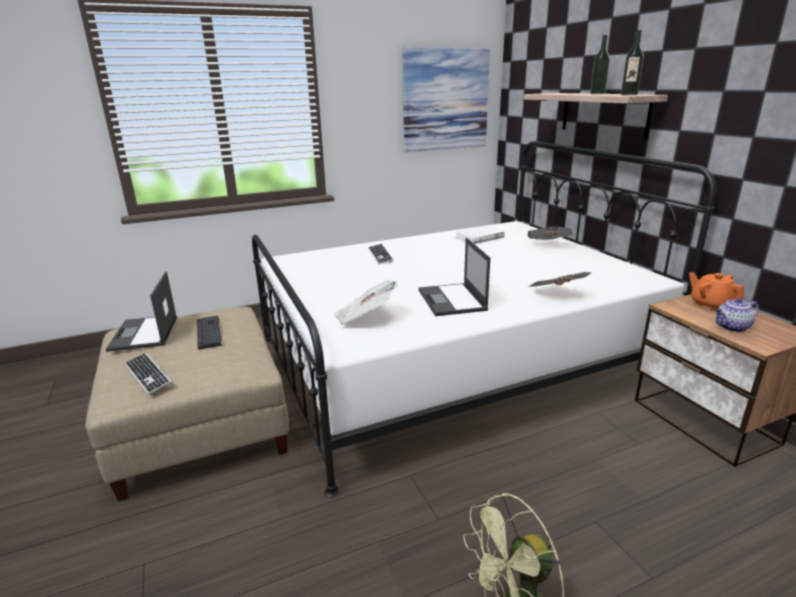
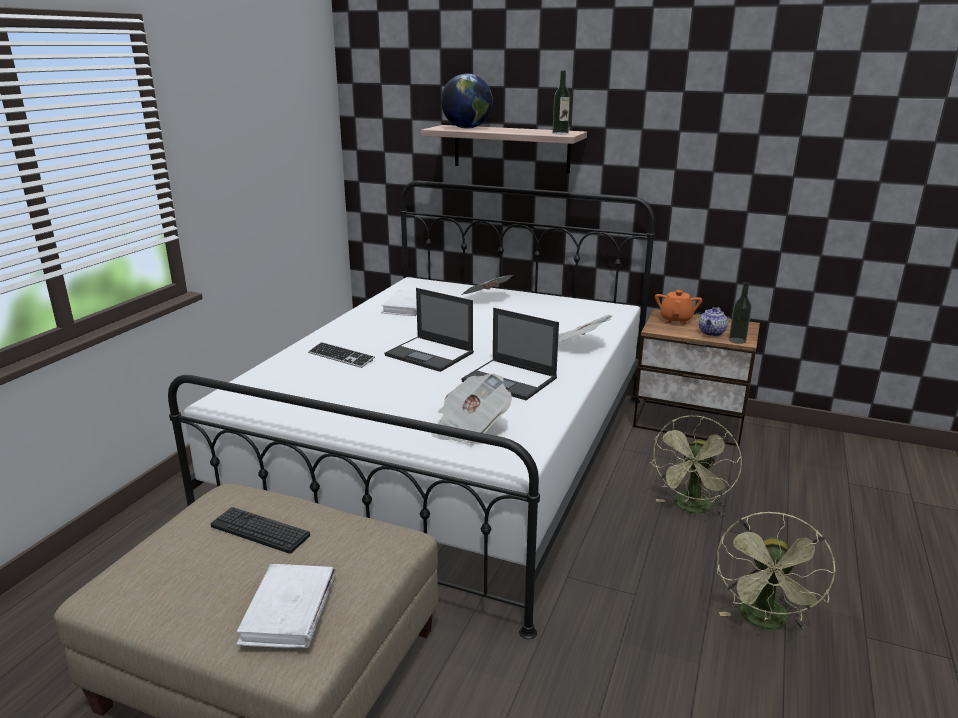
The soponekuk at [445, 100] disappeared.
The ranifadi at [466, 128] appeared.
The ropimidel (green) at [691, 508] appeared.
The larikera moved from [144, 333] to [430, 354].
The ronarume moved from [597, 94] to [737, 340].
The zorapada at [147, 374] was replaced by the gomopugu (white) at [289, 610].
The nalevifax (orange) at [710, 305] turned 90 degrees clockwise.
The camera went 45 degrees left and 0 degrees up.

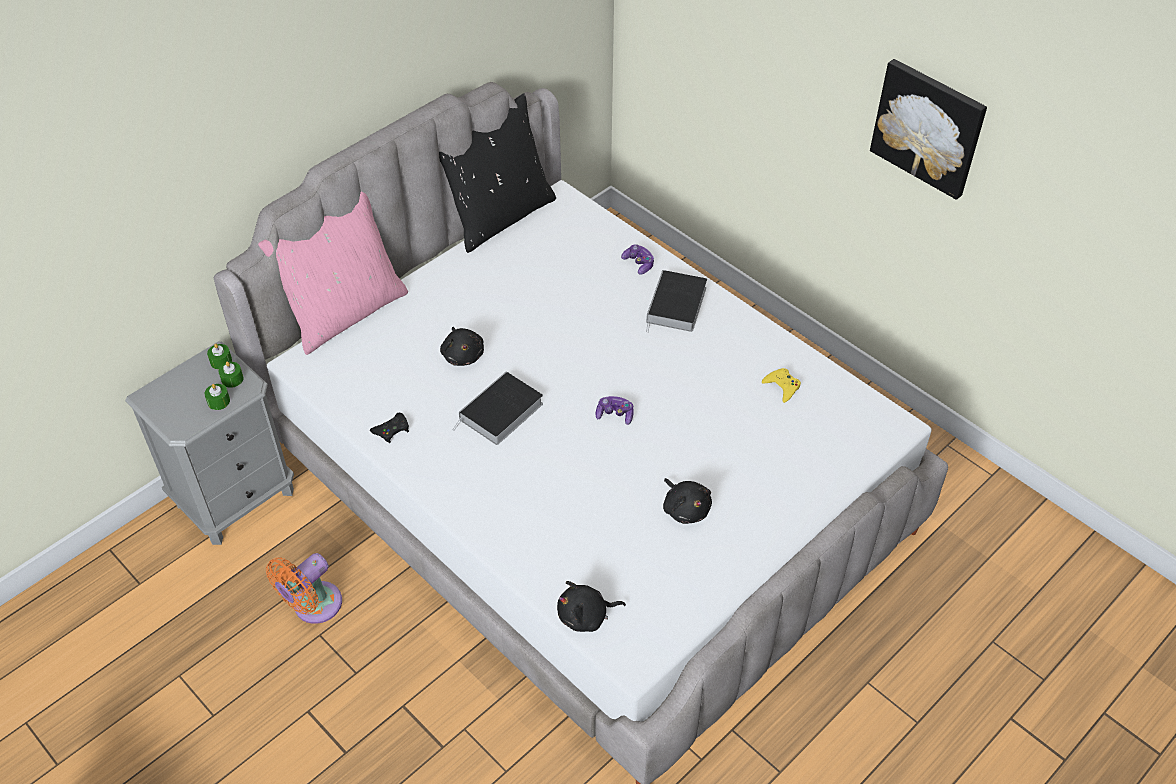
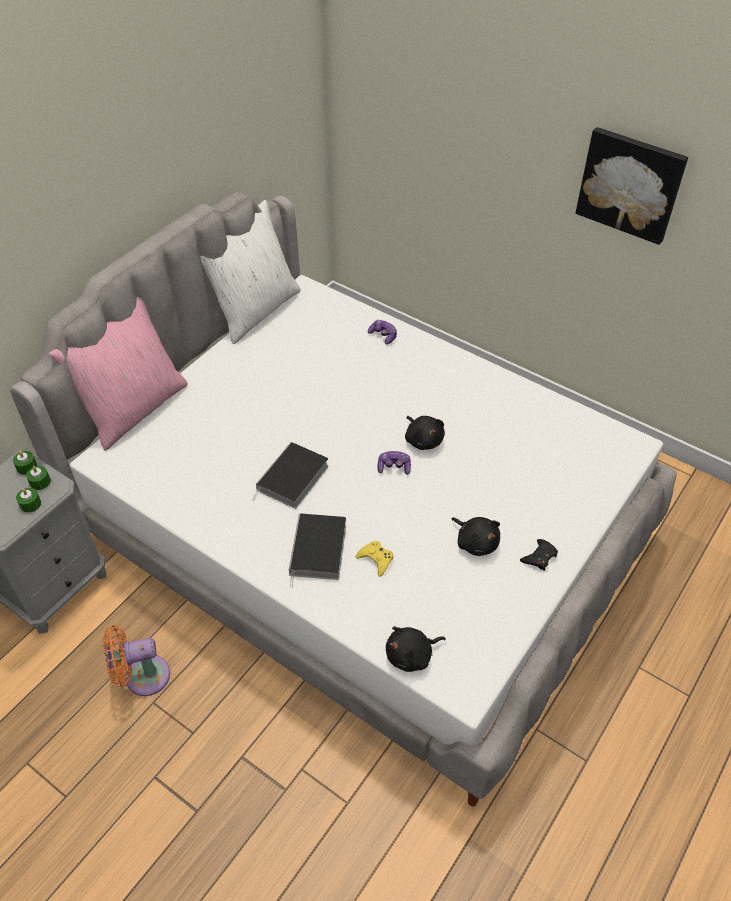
The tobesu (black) moved from [391, 430] to [539, 557].
The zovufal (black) moved from [463, 355] to [423, 439].
The gomopugu moved from [676, 306] to [318, 551].
The tobesu (yellow) moved from [782, 387] to [376, 559].
The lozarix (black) at [499, 216] became the lozarix (white) at [255, 310].
The ropimidel (orange) at [313, 606] turned 45 degrees clockwise.
The camera went 10 degrees left and 0 degrees up.

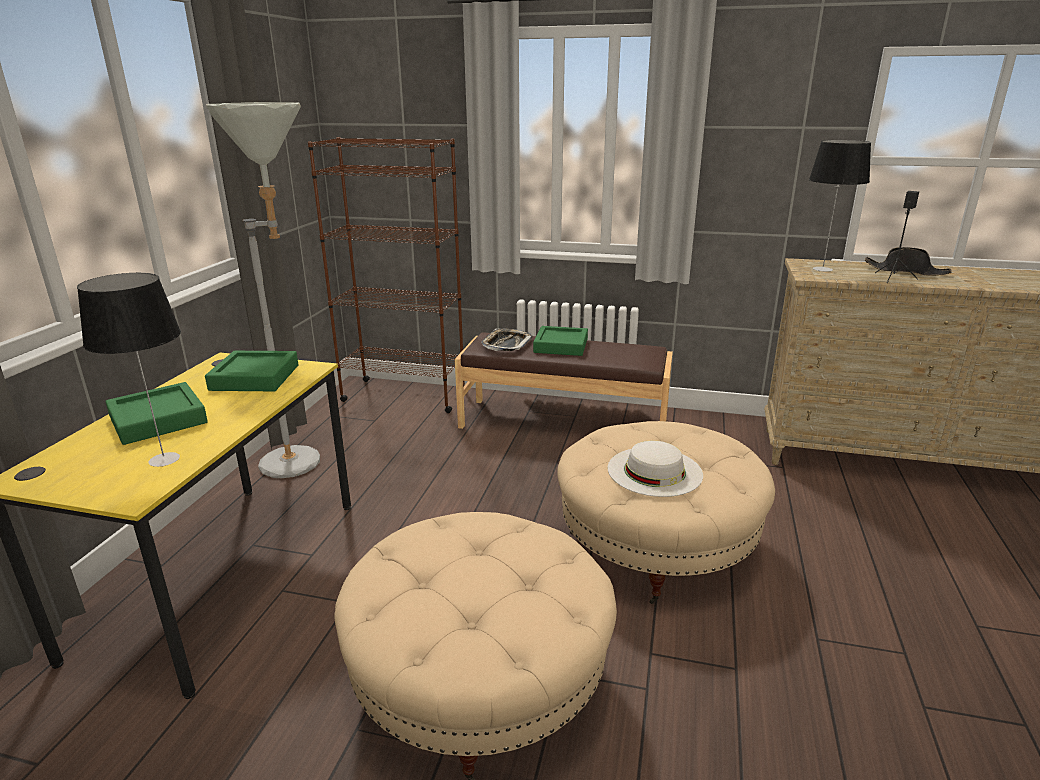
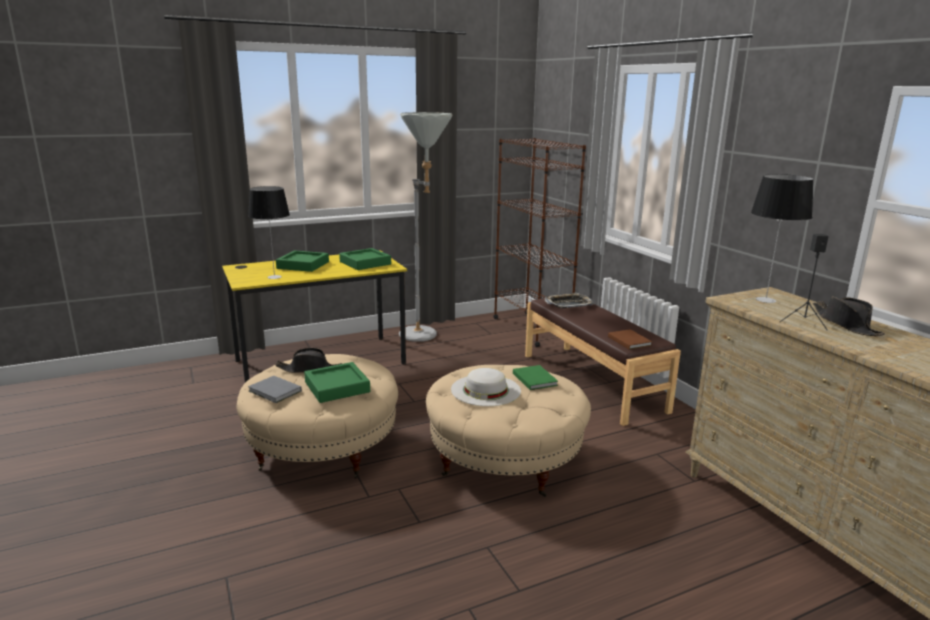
The gomopugu (grey) at [275, 392] appeared.
The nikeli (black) at [310, 369] appeared.
The gomopugu (green) at [534, 379] appeared.
The gomopugu (brown) at [629, 340] appeared.
The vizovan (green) moved from [561, 346] to [337, 387].
The camera went 50 degrees right and 5 degrees down.

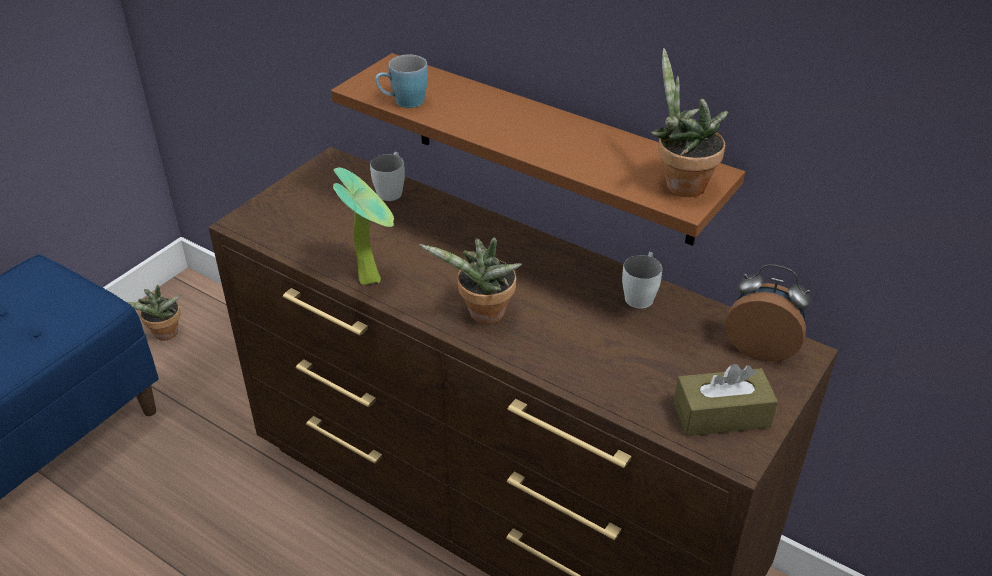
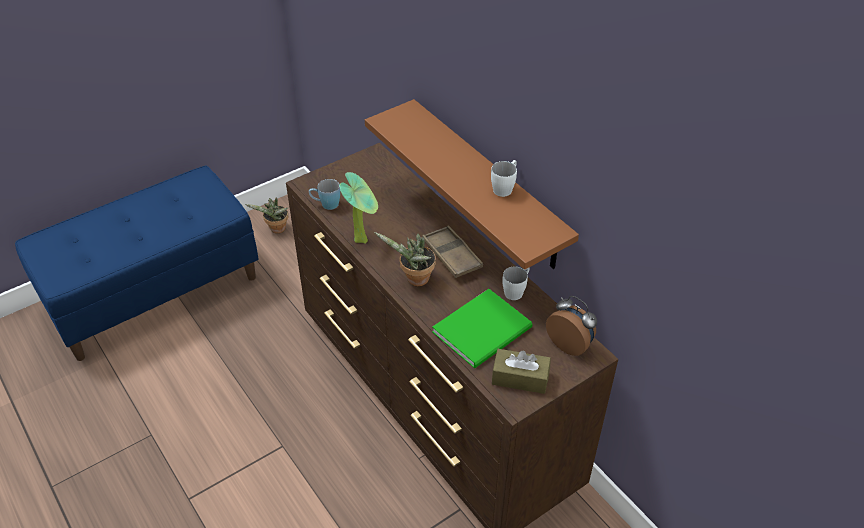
The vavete at [680, 184] disappeared.
The vizovan (brown) at [451, 255] appeared.
The gomopugu (green) at [485, 330] appeared.
The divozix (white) moved from [391, 190] to [505, 187].
The divozix (blue) moved from [403, 102] to [326, 204].
The camera went 20 degrees right and 5 degrees up.

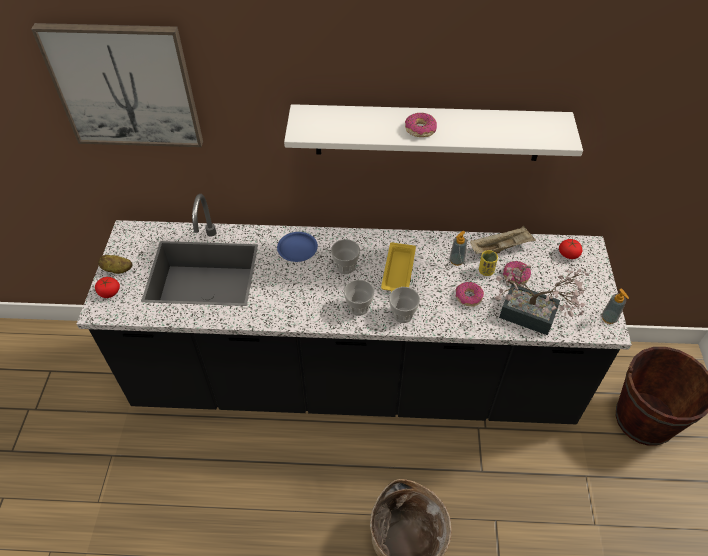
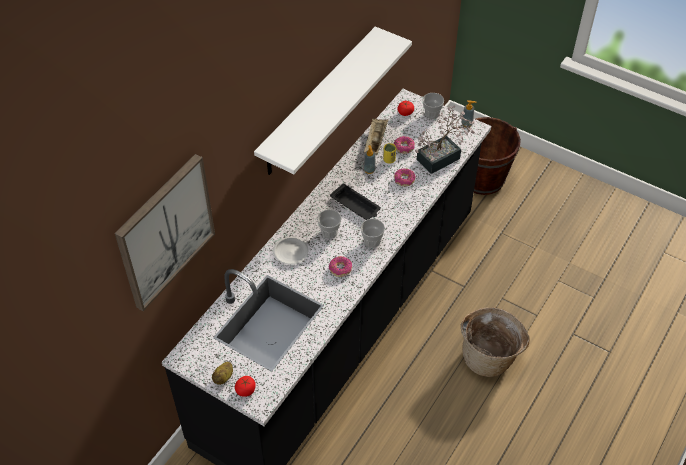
The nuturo moved from [402, 315] to [432, 114].
The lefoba moved from [420, 129] to [340, 269].
The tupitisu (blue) at [298, 249] became the tupitisu (white) at [291, 252].
The vizovan (yellow) at [398, 271] became the vizovan (black) at [356, 205].
The camera went 60 degrees left and 0 degrees up.

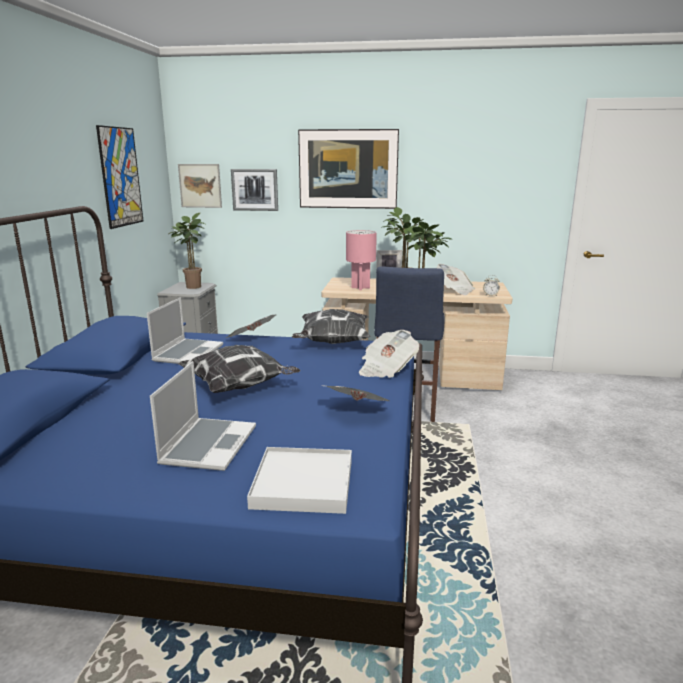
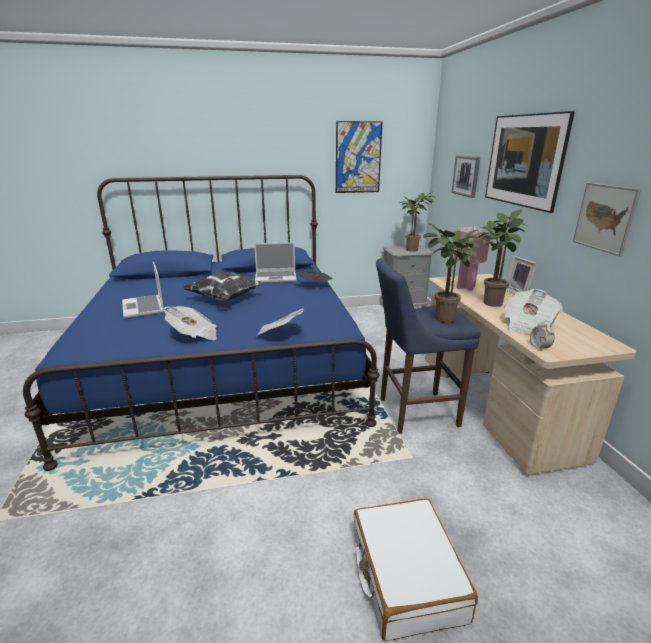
The vizovan (white) at [303, 483] disappeared.
The lozarix at [332, 343] disappeared.
The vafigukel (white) at [405, 576] appeared.
The soponekuk moved from [200, 185] to [605, 218].
The larikera at [208, 445] turned 75 degrees clockwise.
The camera went 70 degrees right and 5 degrees up.

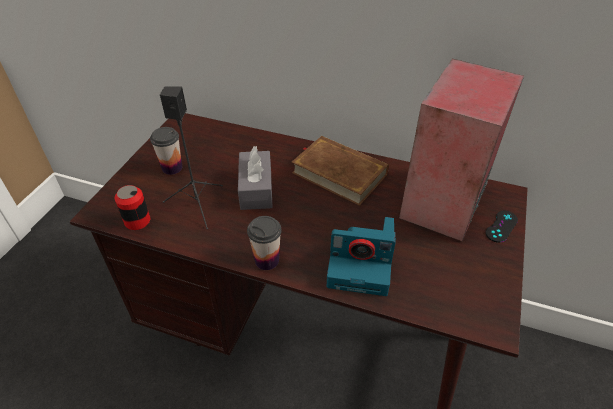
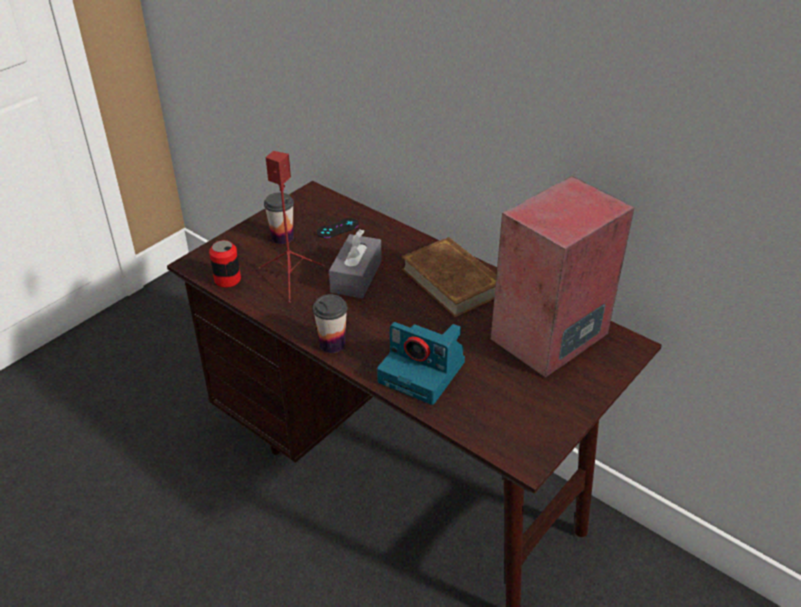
The tobesu (black) moved from [501, 226] to [337, 228].
The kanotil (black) at [198, 204] became the kanotil (red) at [291, 277].
The camera went 20 degrees right and 5 degrees down.

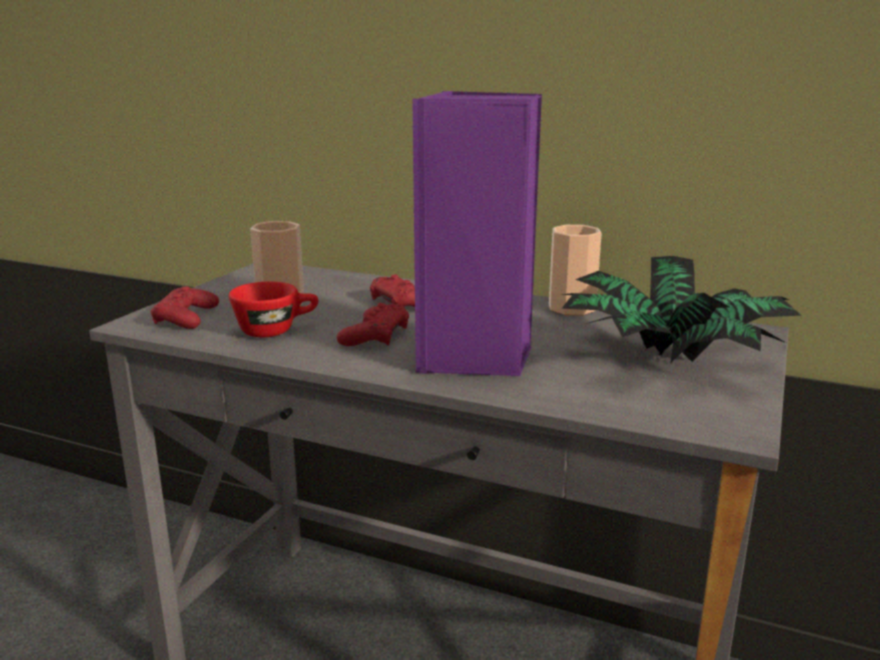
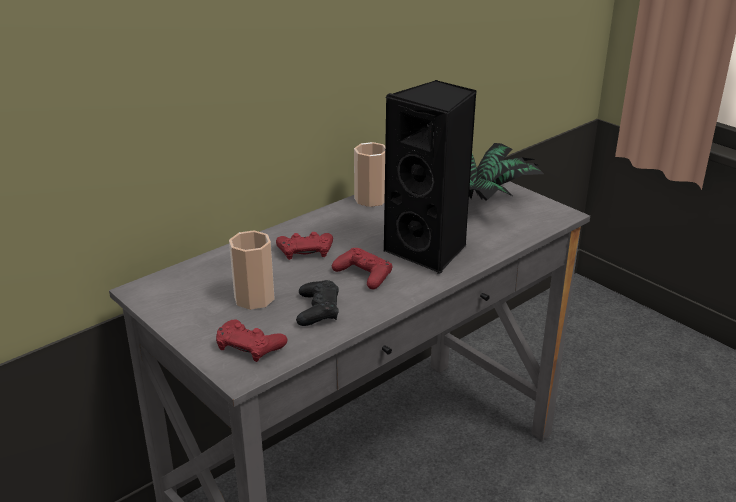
The nuturo (red) at [276, 330] was replaced by the tobesu (black) at [318, 310].
The kanotil (purple) at [475, 358] became the kanotil (black) at [429, 251].
The camera went 65 degrees left and 10 degrees up.

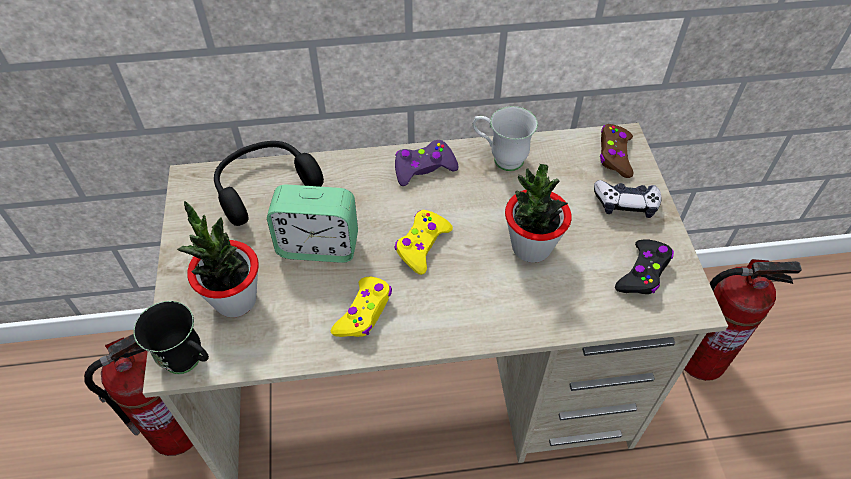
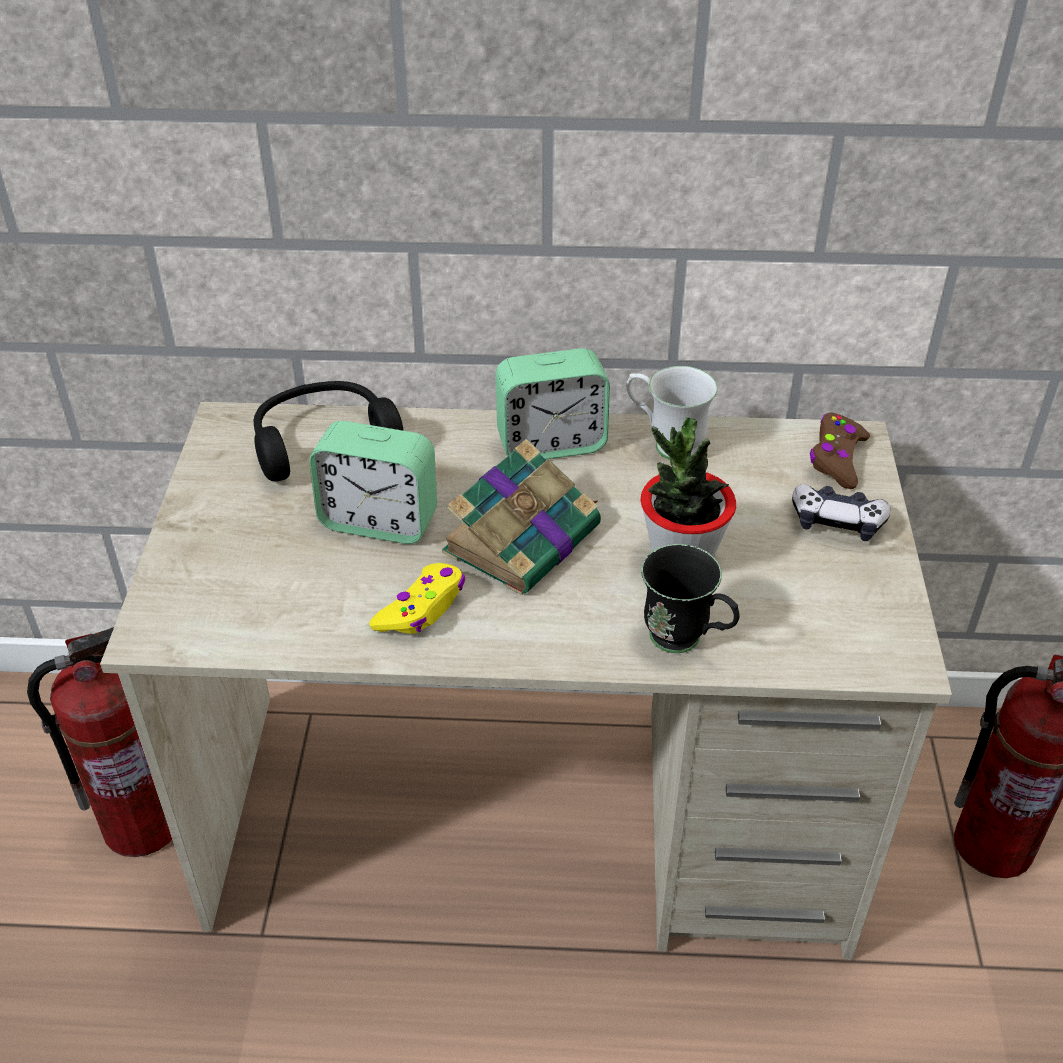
The vavete at [235, 300] disappeared.
The tobesu (black) at [643, 273] disappeared.
The divozix (black) moved from [190, 363] to [686, 642].
The tobesu (purple) at [423, 168] was replaced by the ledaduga at [551, 443].
The tobesu (yellow) at [422, 245] was replaced by the gomopugu at [524, 538].
The camera went 10 degrees right and 10 degrees down.

